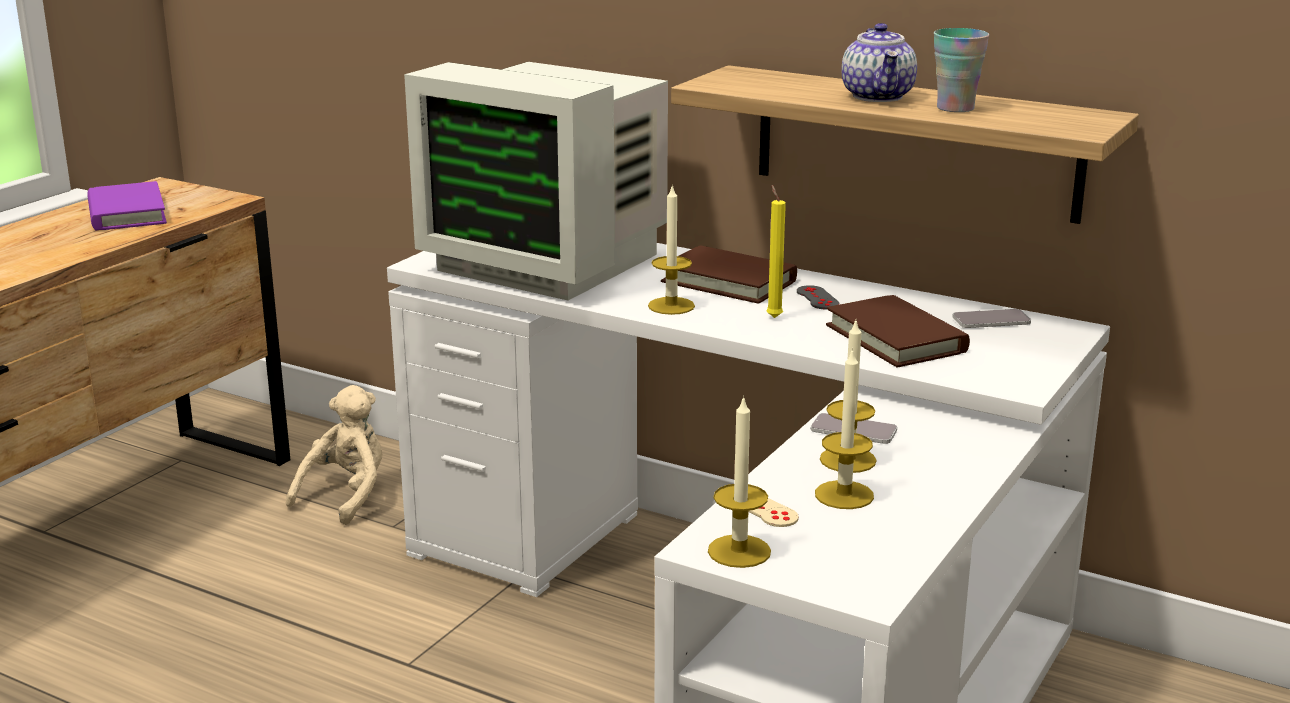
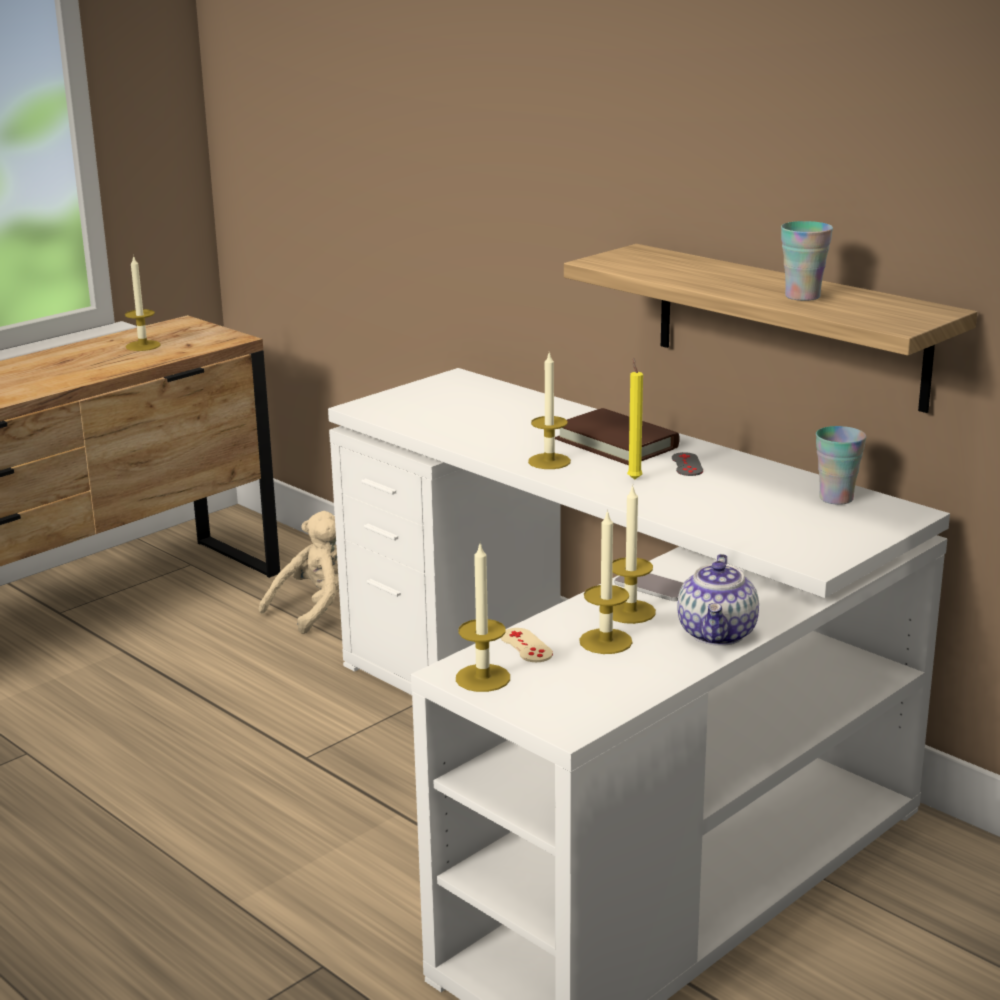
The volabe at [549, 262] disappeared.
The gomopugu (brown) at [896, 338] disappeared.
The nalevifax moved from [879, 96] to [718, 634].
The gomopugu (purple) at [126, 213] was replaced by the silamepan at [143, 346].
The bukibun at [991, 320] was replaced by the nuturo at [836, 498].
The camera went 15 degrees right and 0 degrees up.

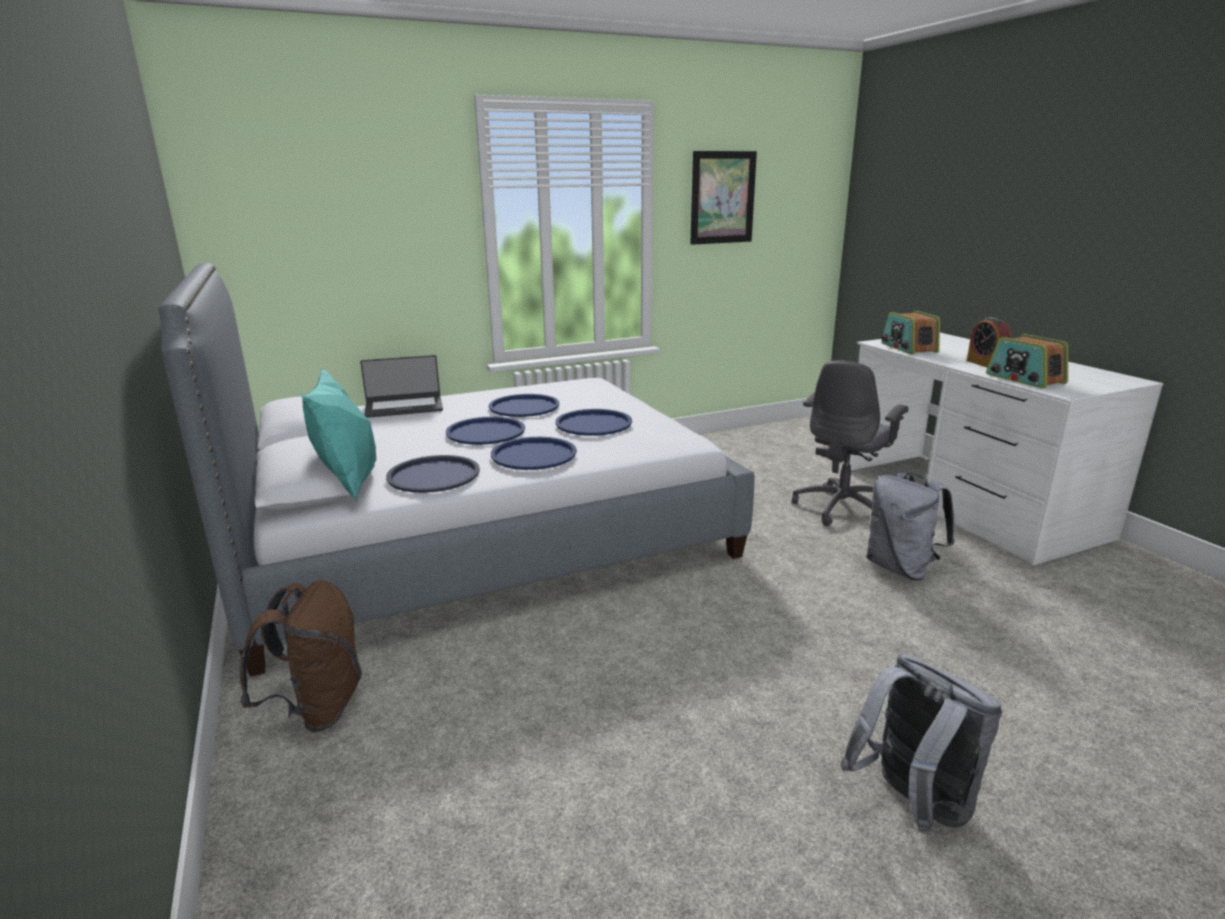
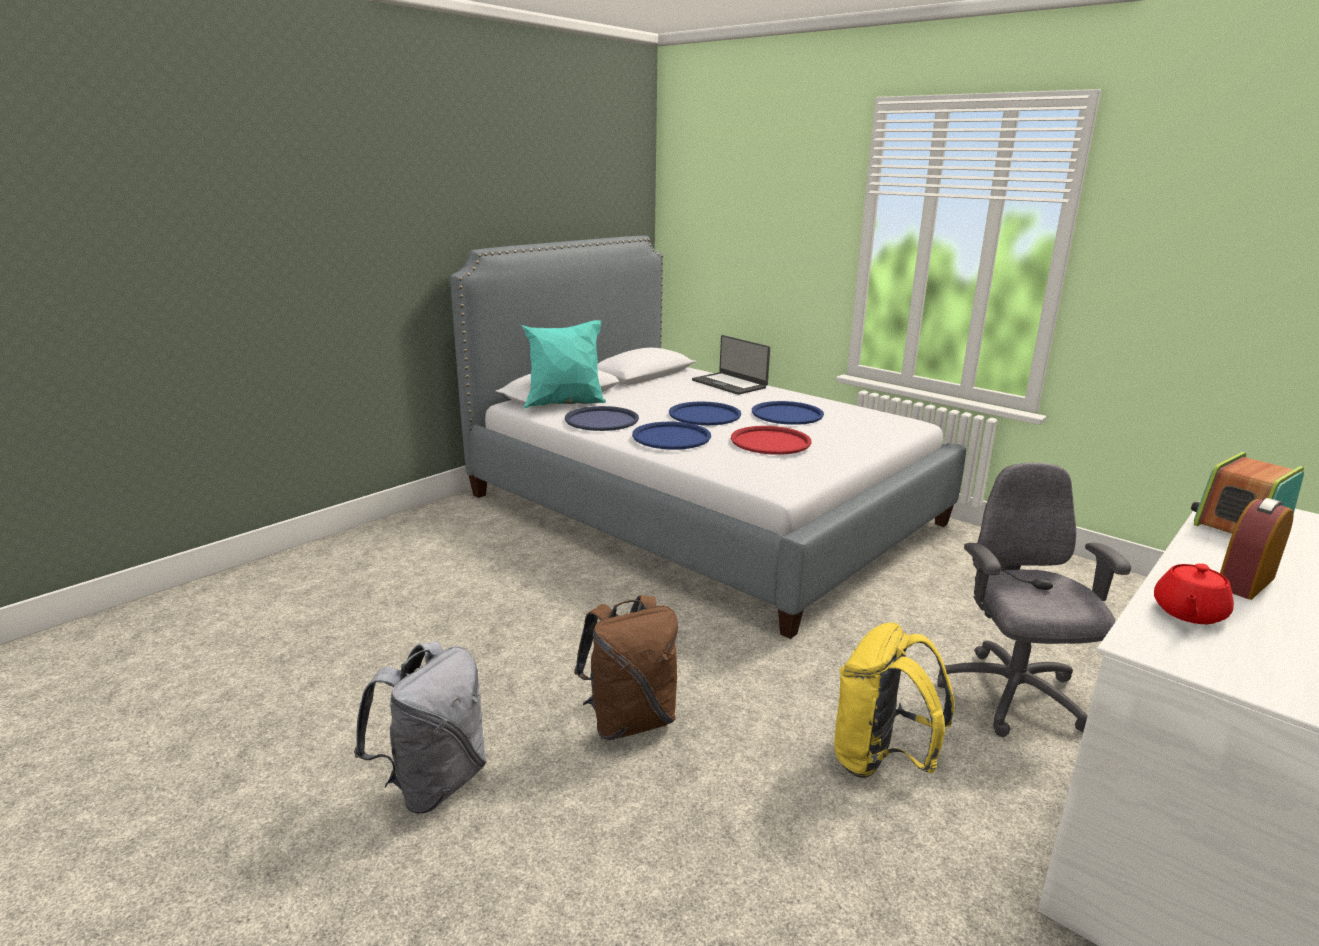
The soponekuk at [722, 198] disappeared.
The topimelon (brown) moved from [317, 708] to [630, 720].
The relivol at [1024, 379] was replaced by the nalevifax (red) at [1187, 613].
The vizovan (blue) at [594, 423] became the vizovan (red) at [770, 442].
The topimelon (grey) at [901, 568] became the topimelon (yellow) at [880, 760].
The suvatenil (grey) at [842, 507] turned 75 degrees clockwise.
The camera went 65 degrees right and 0 degrees up.

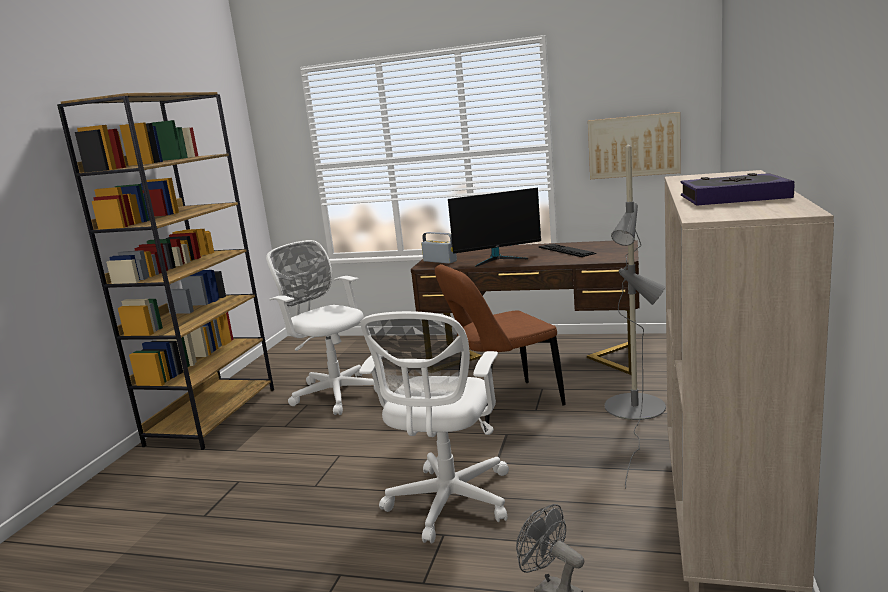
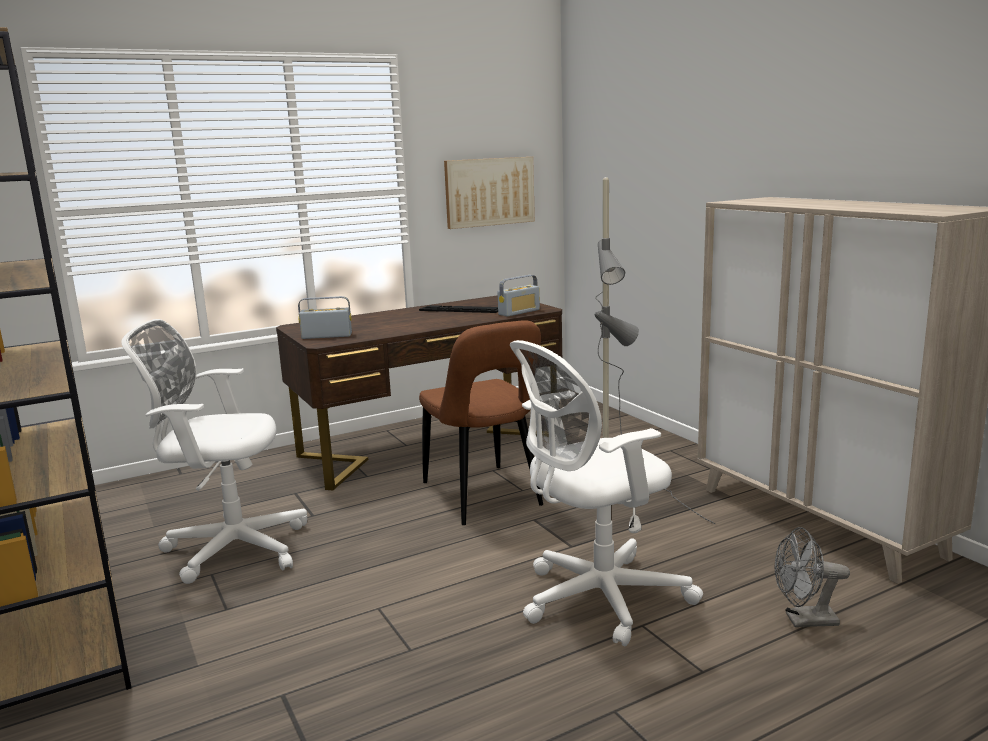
The volabe at [498, 259] disappeared.
The gomopugu at [733, 197] disappeared.
The relivol at [519, 312] appeared.
The suvatenil (white) at [448, 504] turned 90 degrees clockwise.
The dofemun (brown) at [503, 406] turned 45 degrees counterclockwise.
The camera went 45 degrees left and 0 degrees up.

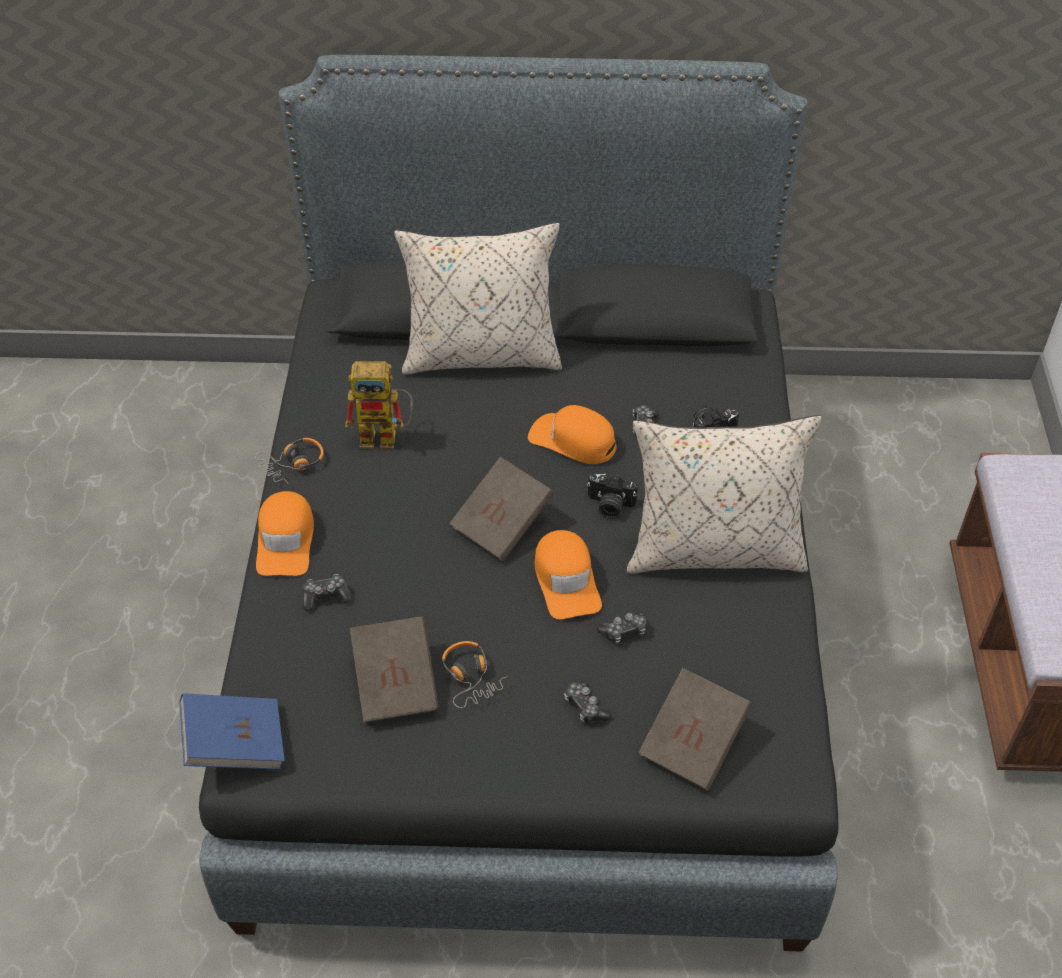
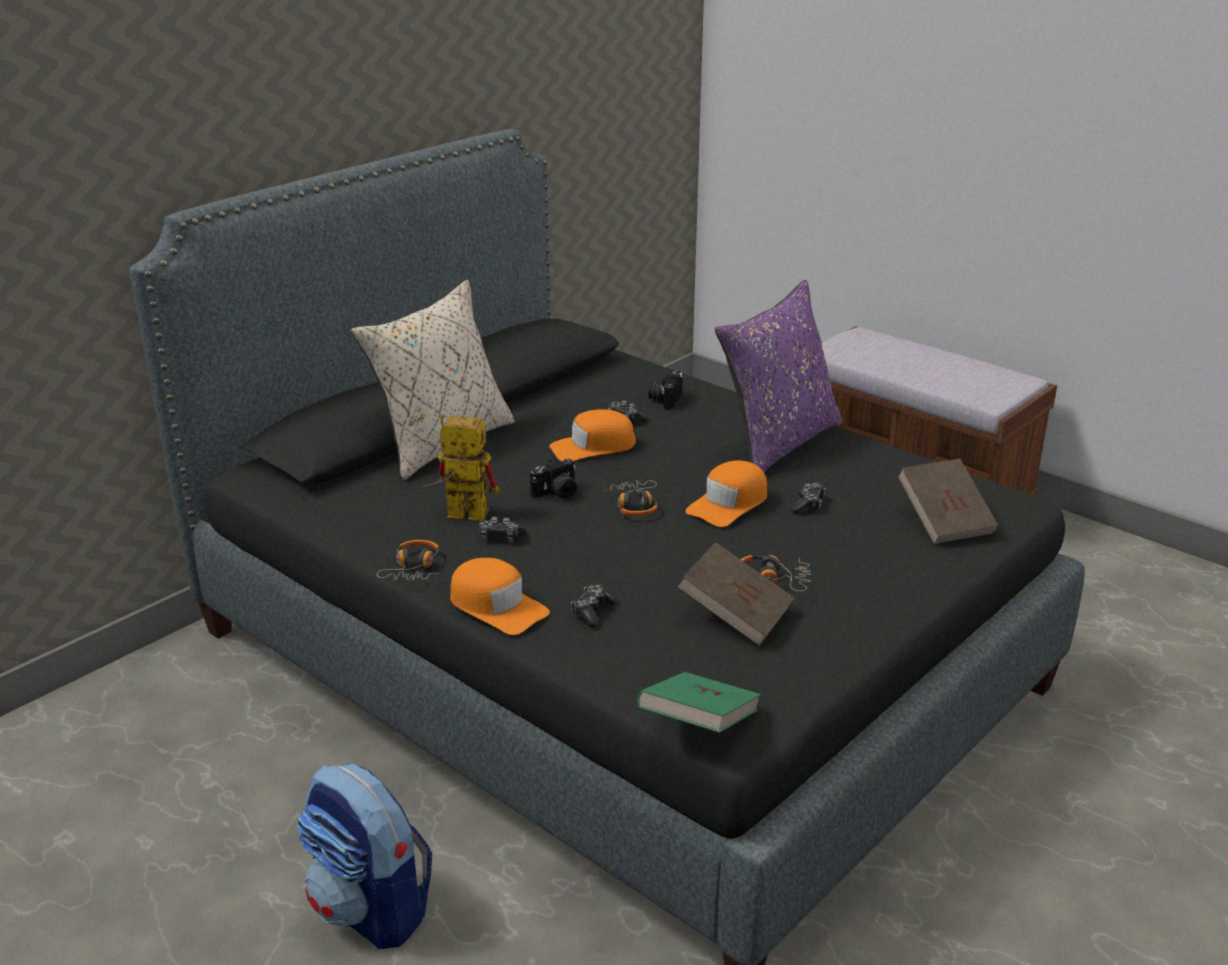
The topimelon at [371, 909] appeared.
The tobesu moved from [585, 707] to [500, 537].
The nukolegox moved from [609, 505] to [557, 493].
The gomopugu (brown) at [502, 524] was replaced by the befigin at [634, 505].
The gomopugu (blue) at [235, 744] became the gomopugu (green) at [698, 724].
The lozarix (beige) at [713, 549] became the lozarix (purple) at [777, 443].
The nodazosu at [386, 436] turned 120 degrees counterclockwise.
The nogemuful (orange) at [566, 580] turned 105 degrees clockwise.
The camera went 50 degrees left and 20 degrees down.

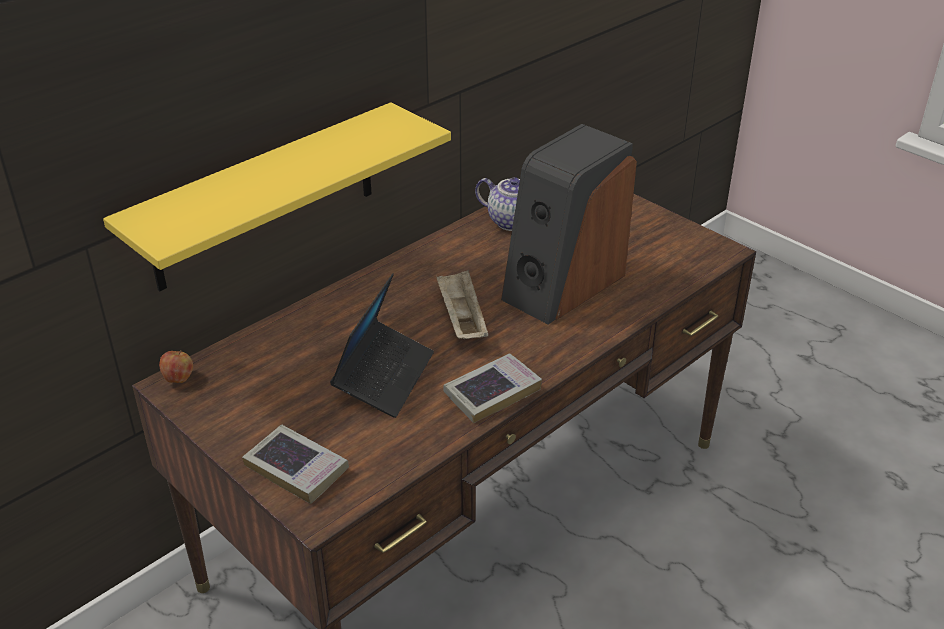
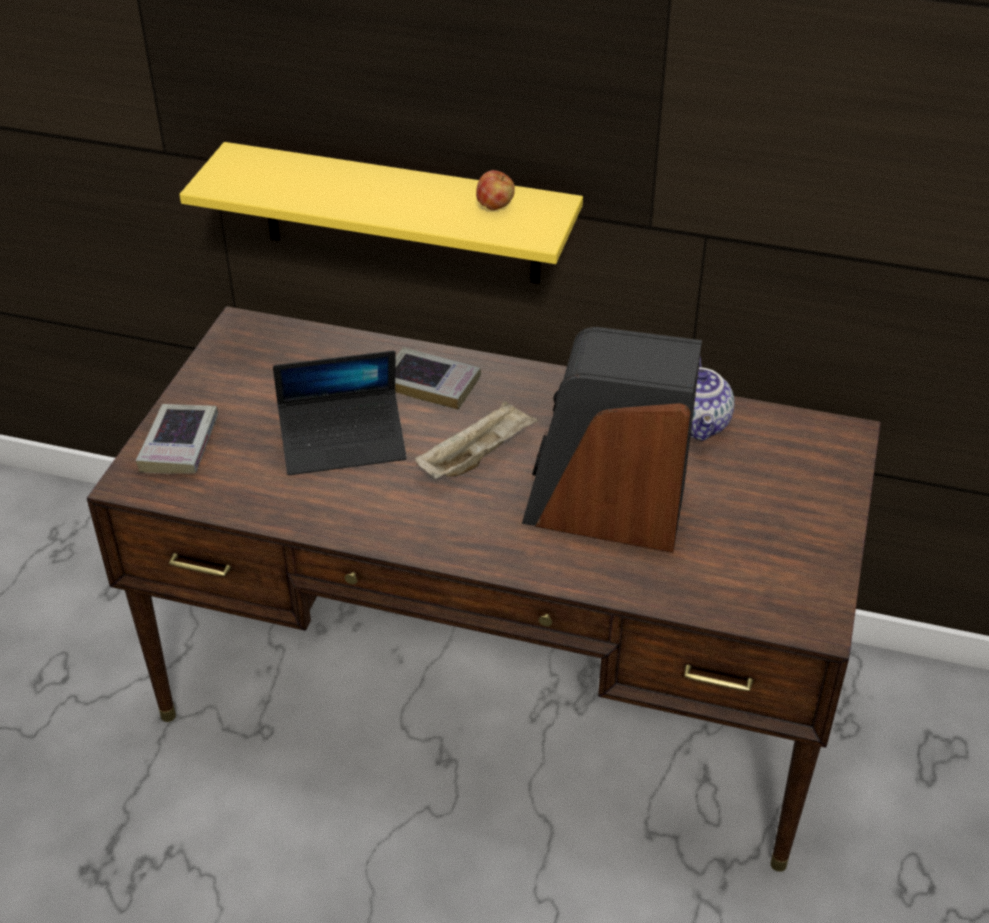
The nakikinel moved from [178, 378] to [495, 206].
The gomopugu moved from [492, 392] to [430, 384].
The camera went 60 degrees right and 5 degrees up.

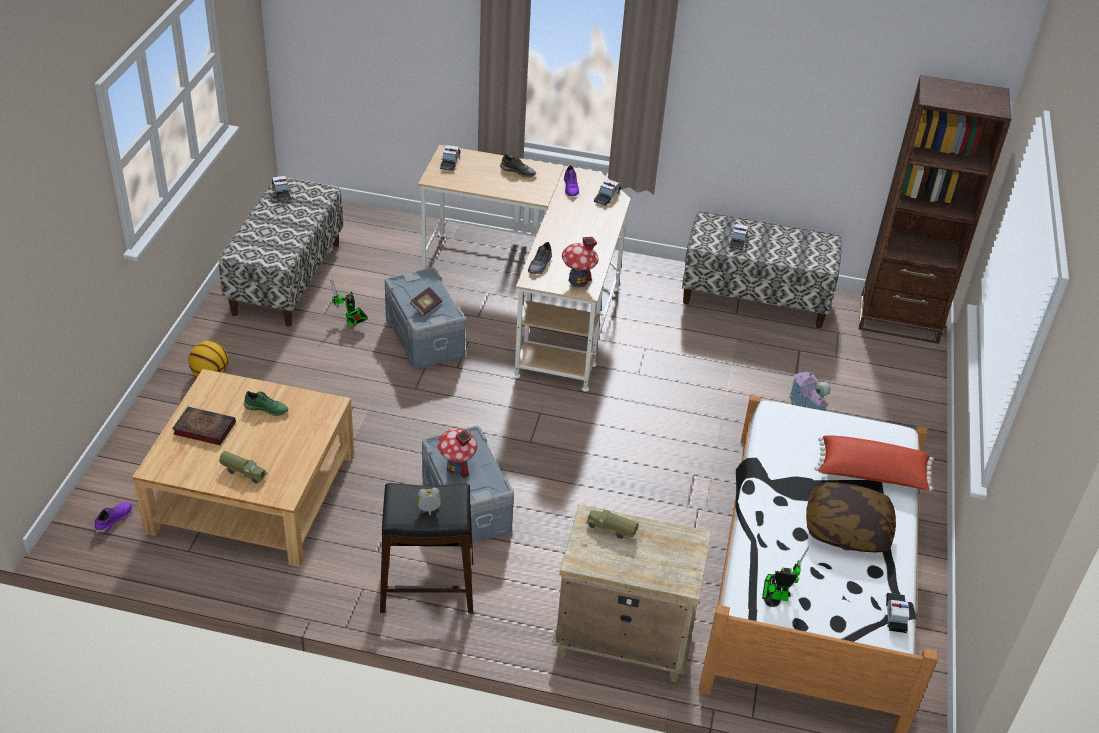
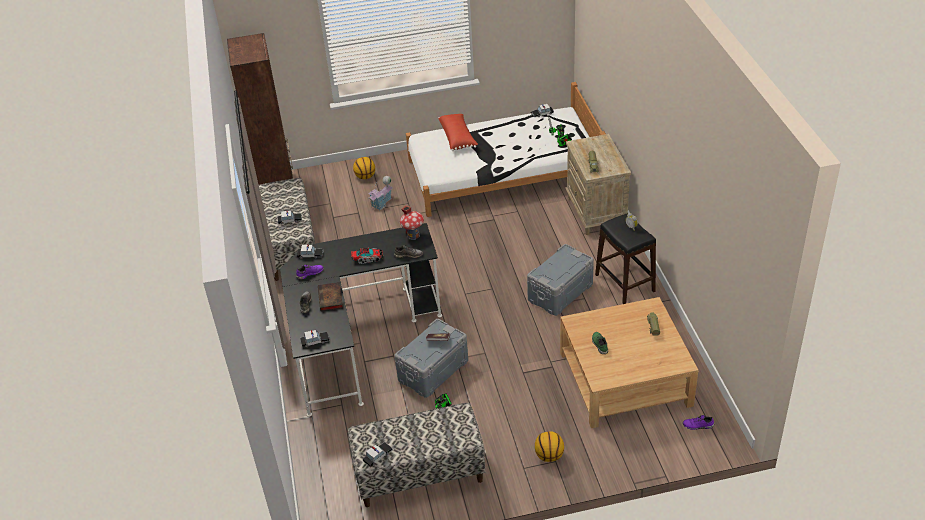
The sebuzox at [457, 468] disappeared.
The lozarix at [847, 528] disappeared.
The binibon at [368, 259] appeared.
The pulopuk at [365, 176] appeared.
The gomopugu moved from [203, 428] to [331, 299].
The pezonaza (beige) at [536, 297] became the pezonaza (black) at [354, 337].
The camera went 110 degrees left and 0 degrees up.

